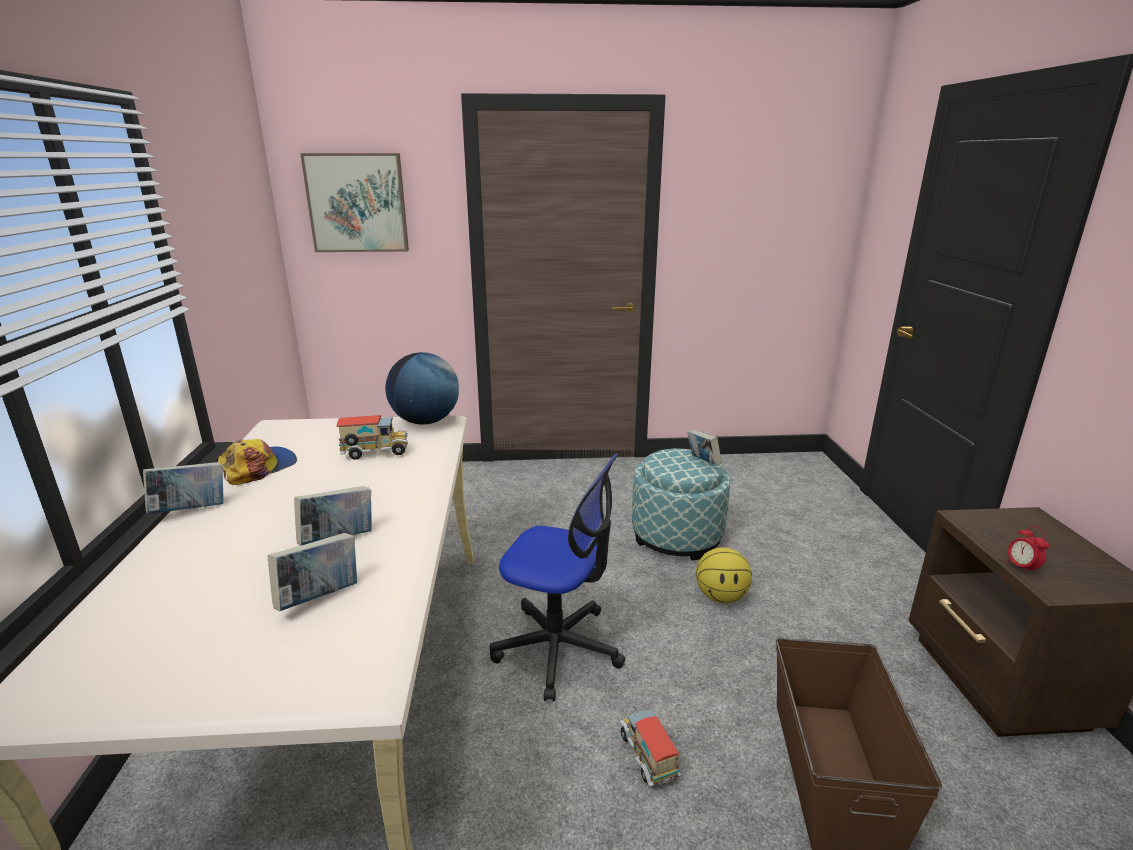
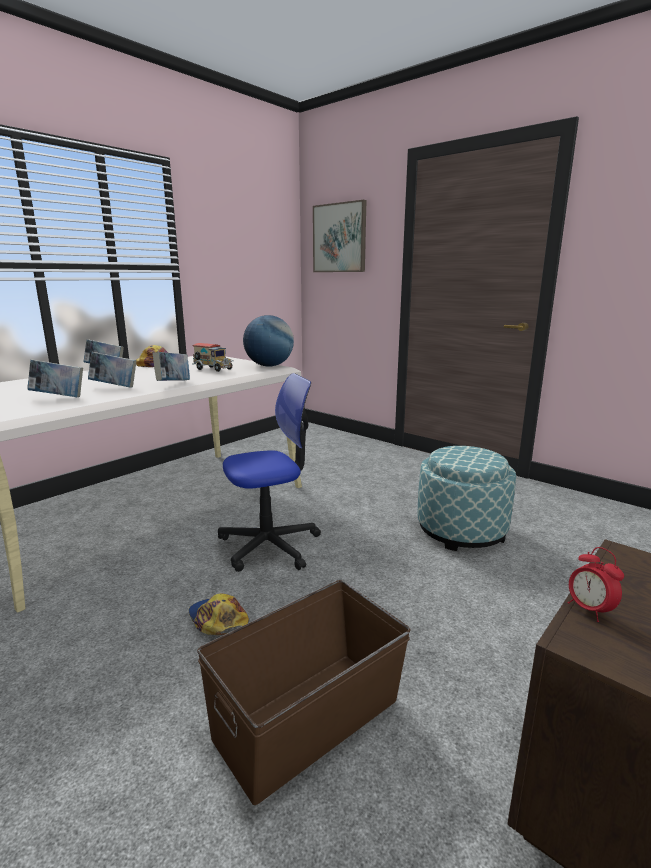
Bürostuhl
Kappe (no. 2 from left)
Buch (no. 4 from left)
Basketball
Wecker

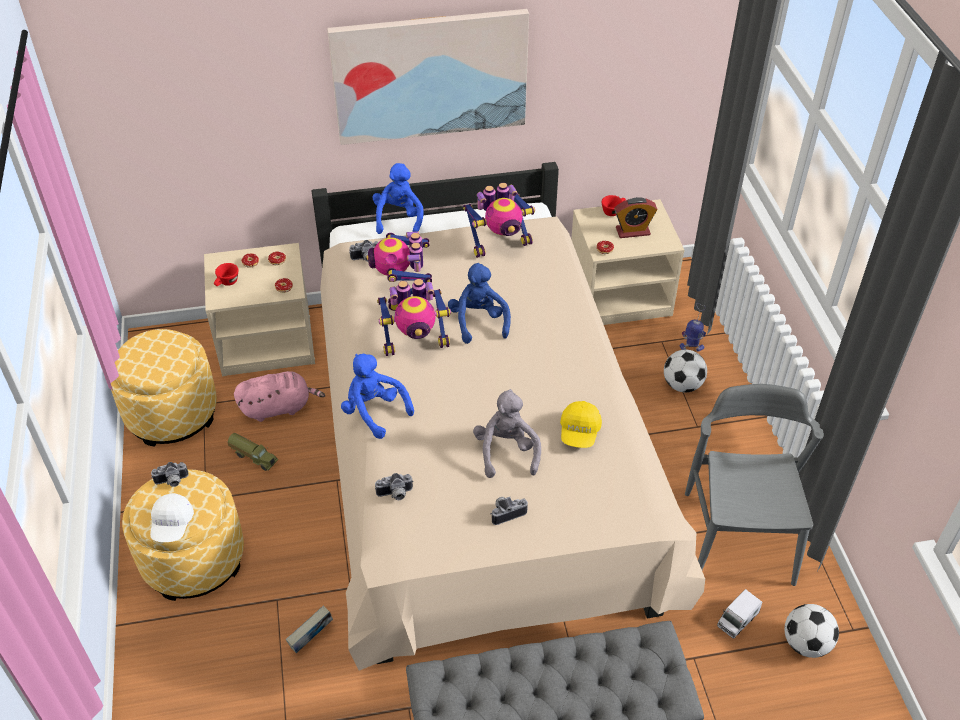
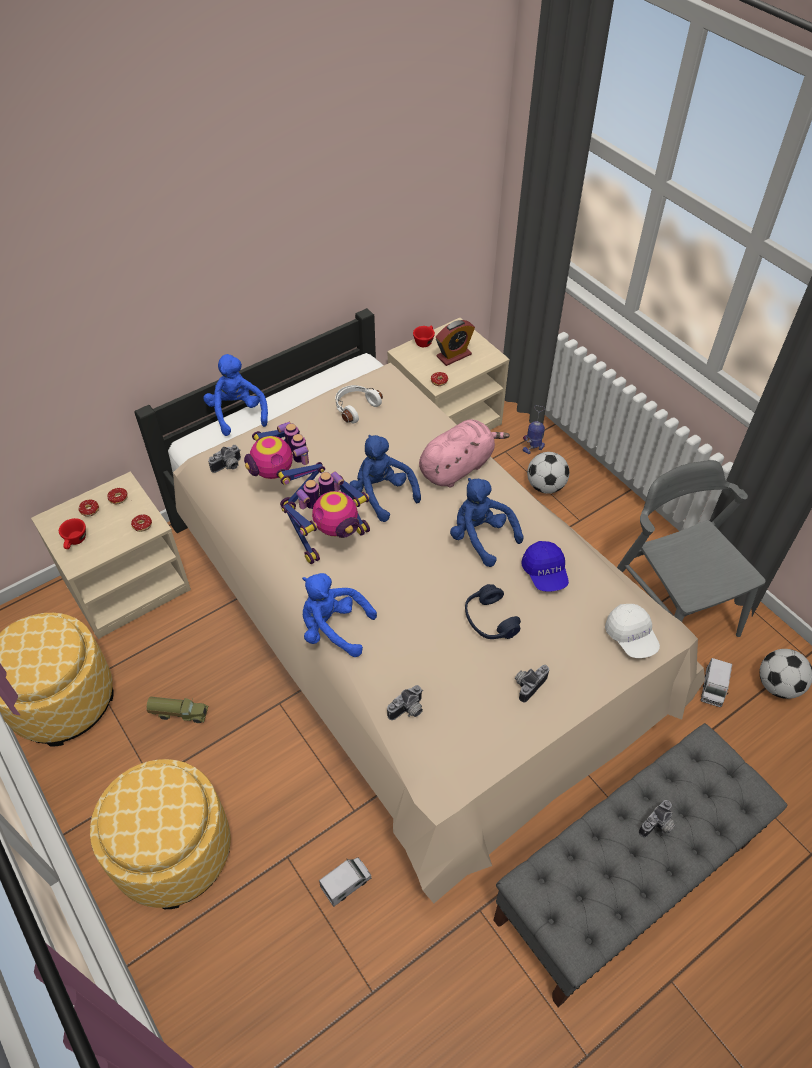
Kappe [weiß]
Kamera (no. 4 from left)
Plüschtier [rosa]
Spielzeuglaster (no. 2 from left)
Bild
Kopfhörer [weiß]
Kopfhörer [blau]
Kappe [blau]
Plüschtier [blau] (no. 4 from left)

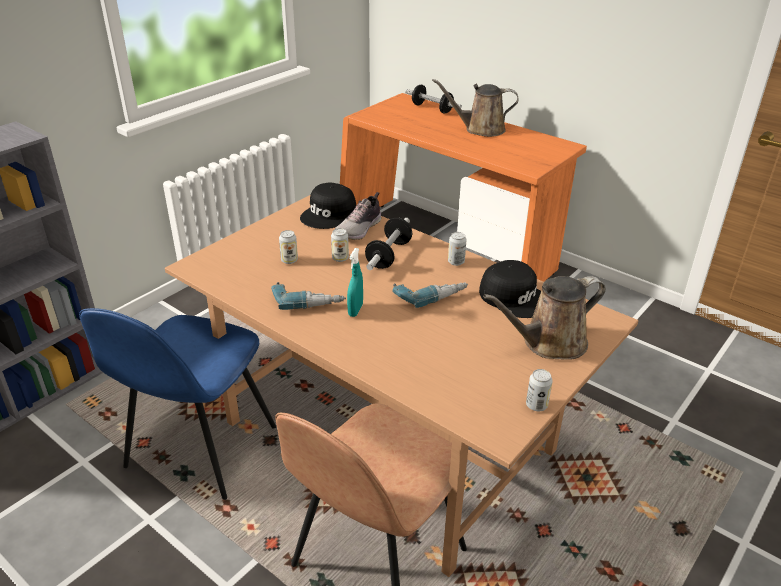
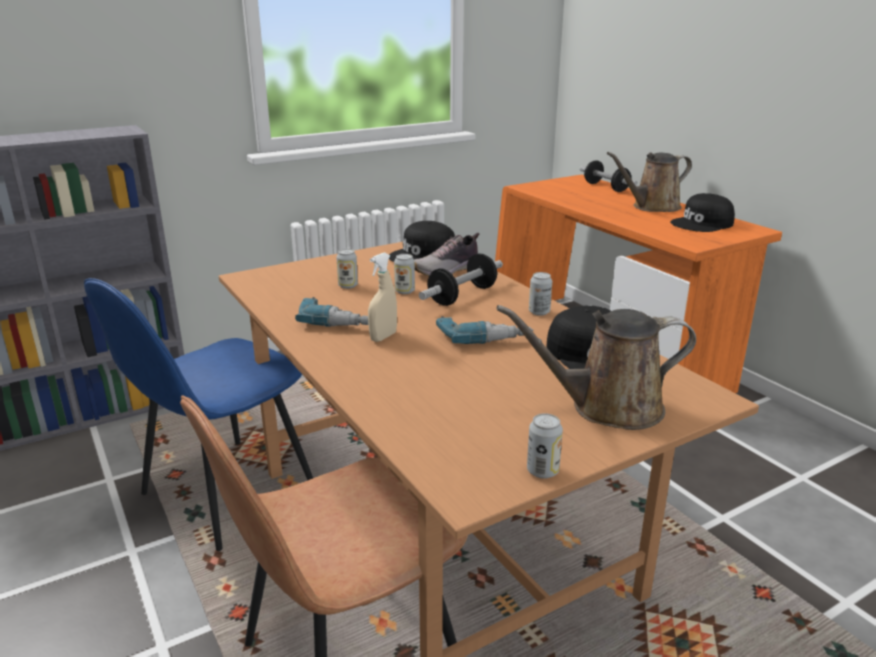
Sprühflasche [beige]
Gießkanne [braun] (no. 2 from left)
Kappe [schwarz] (no. 3 from left)

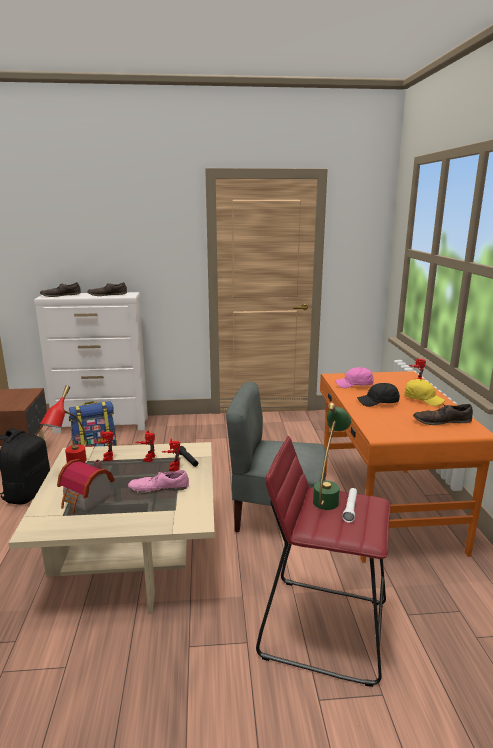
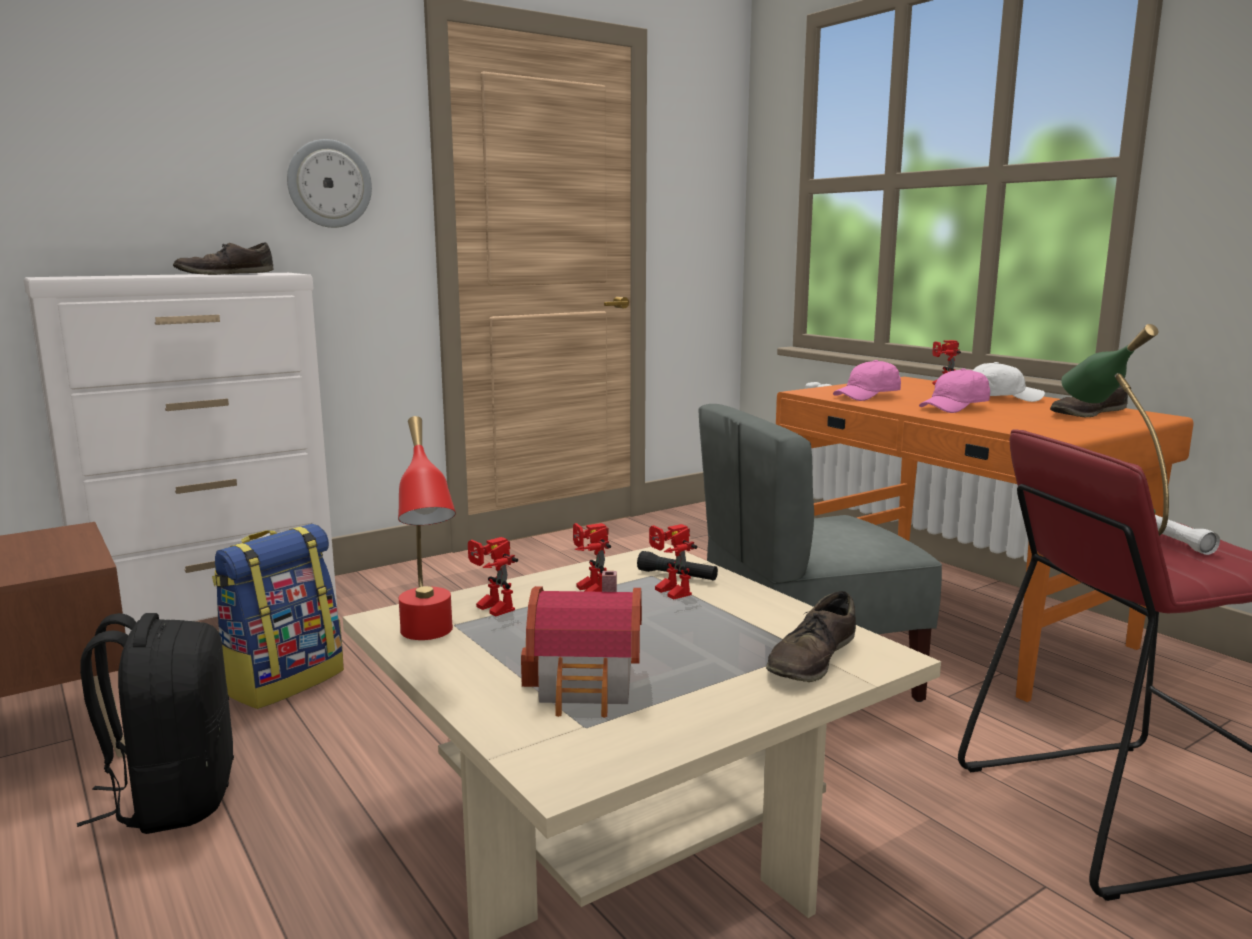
Schuh [braun] (no. 2 from left)
Schuh [rosa]
Kappe [rosa] (no. 2 from left)
Kappe [weiß]
Wanduhr

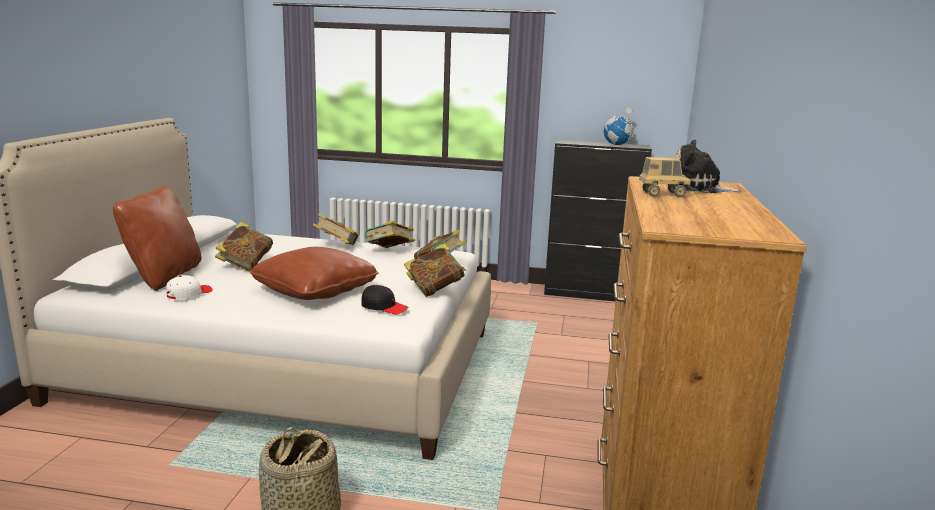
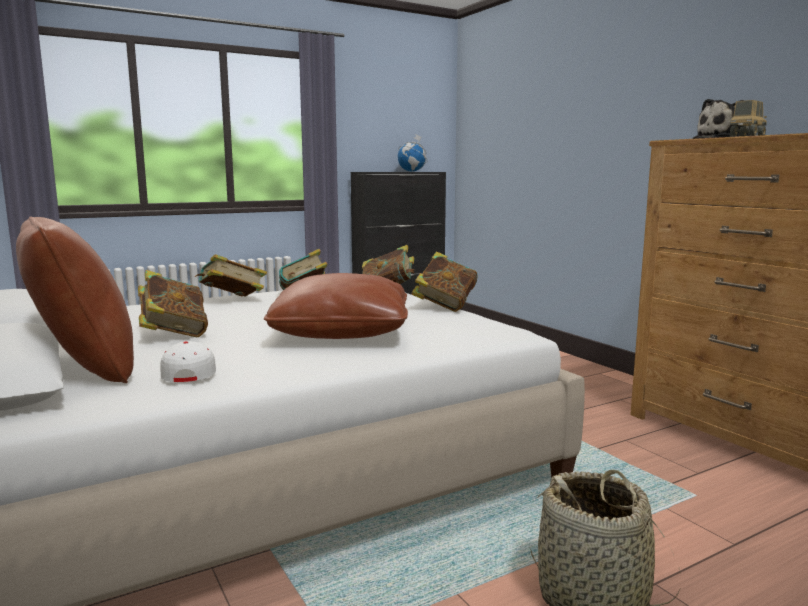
Kappe [schwarz]

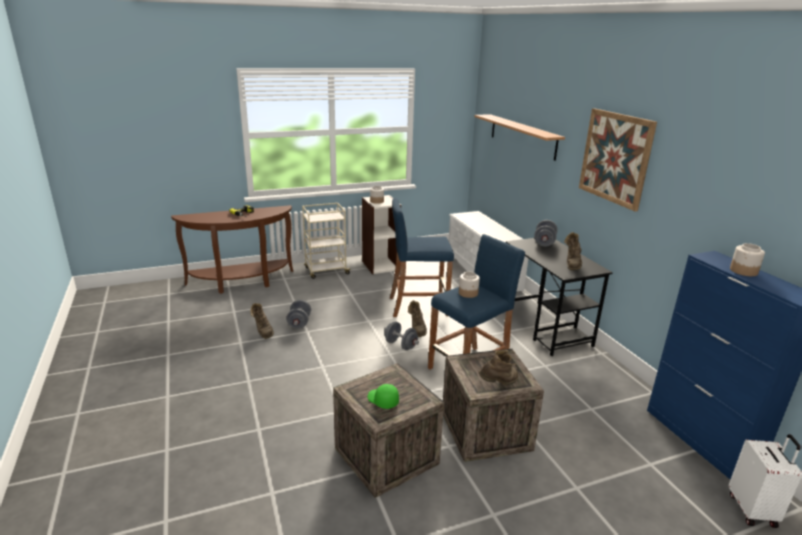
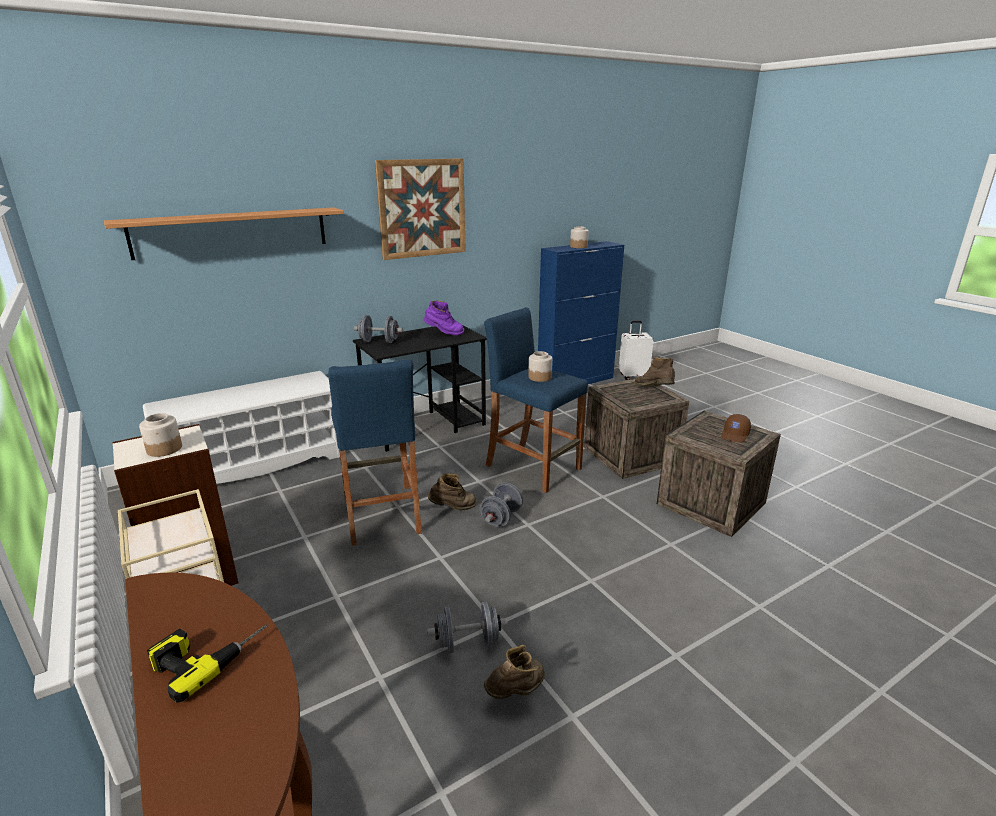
Kappe [braun]
Stiefel [lila]

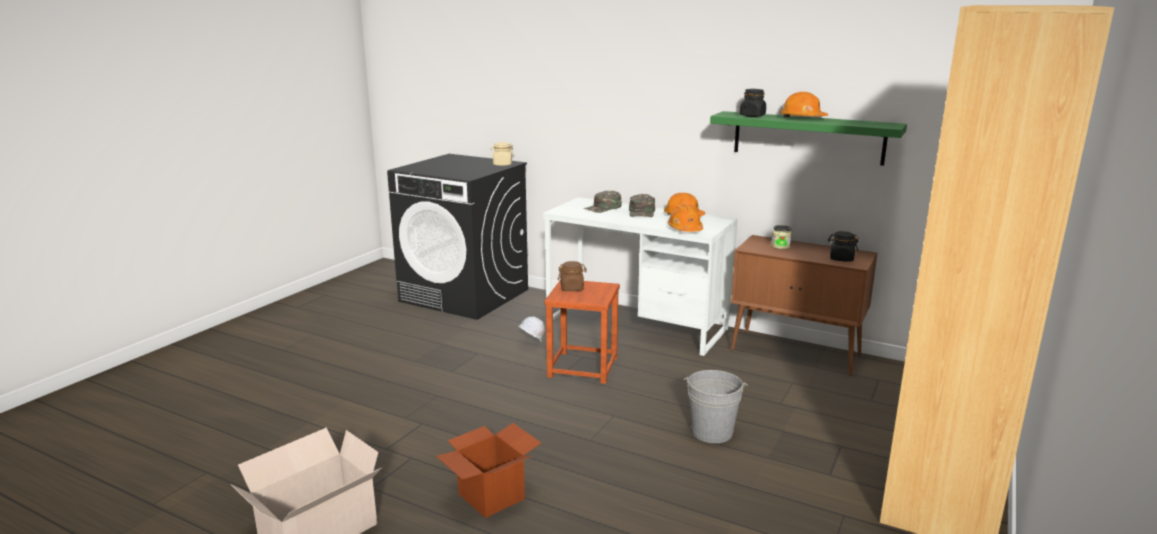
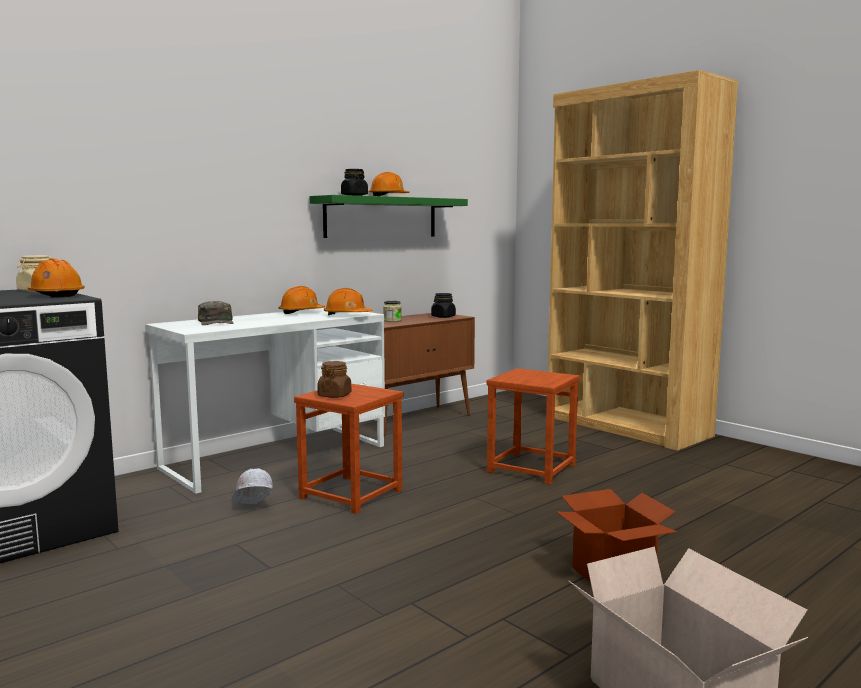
Kappe [grün] (no. 2 from left in the first image)
Hocker [braun] (no. 2 from left)
Schutzhelm [orange] (no. 1 from left)

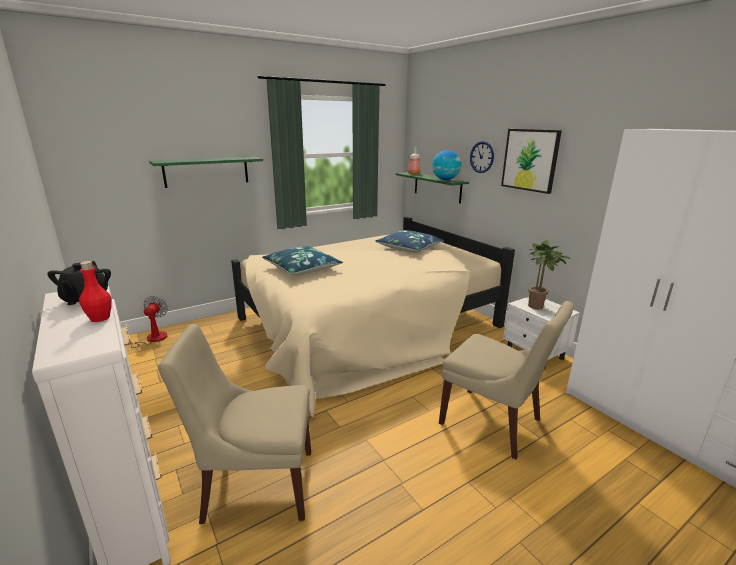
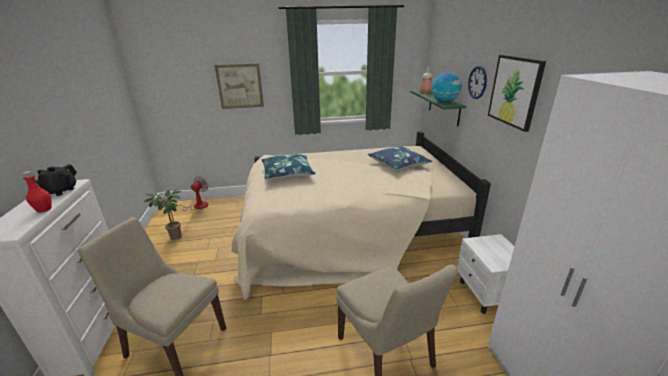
Bild (no. 1 from left)
Topfpflanze

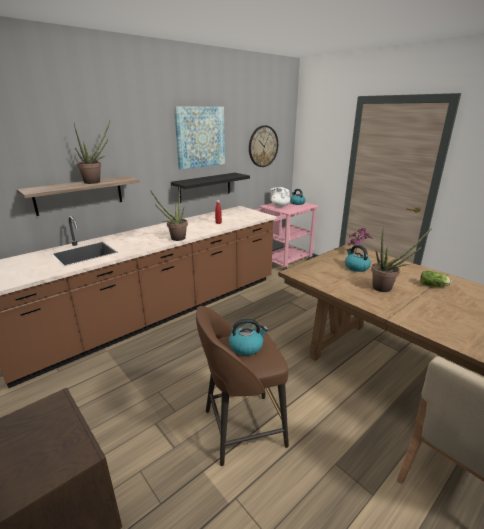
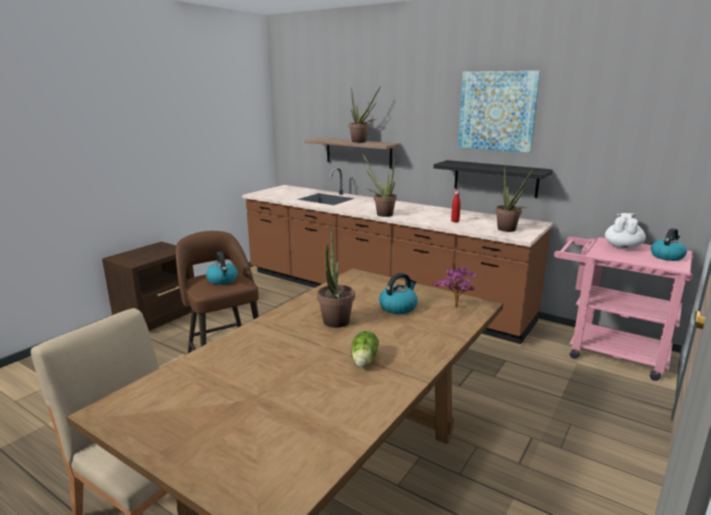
Wanduhr
Topfpflanze (no. 5 from left)

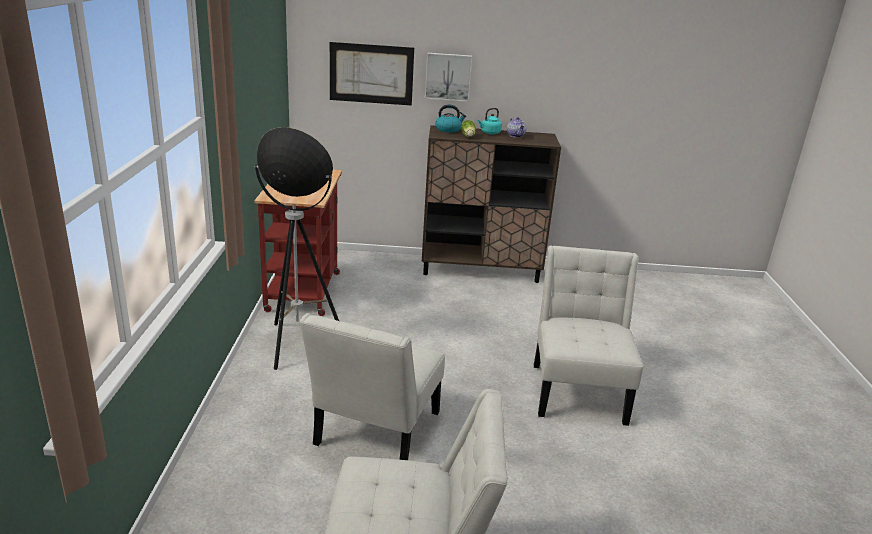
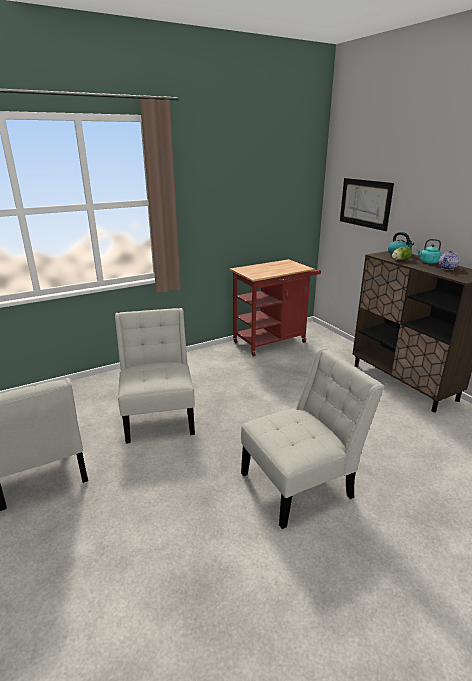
Stehlampe
Stuhl [weiß] (no. 2 from left)
Bild (no. 2 from left in the first image)

